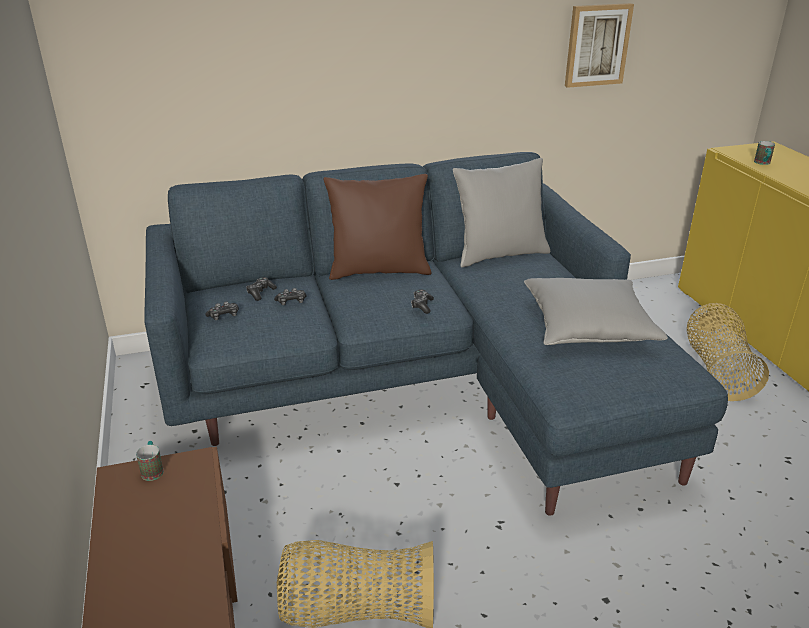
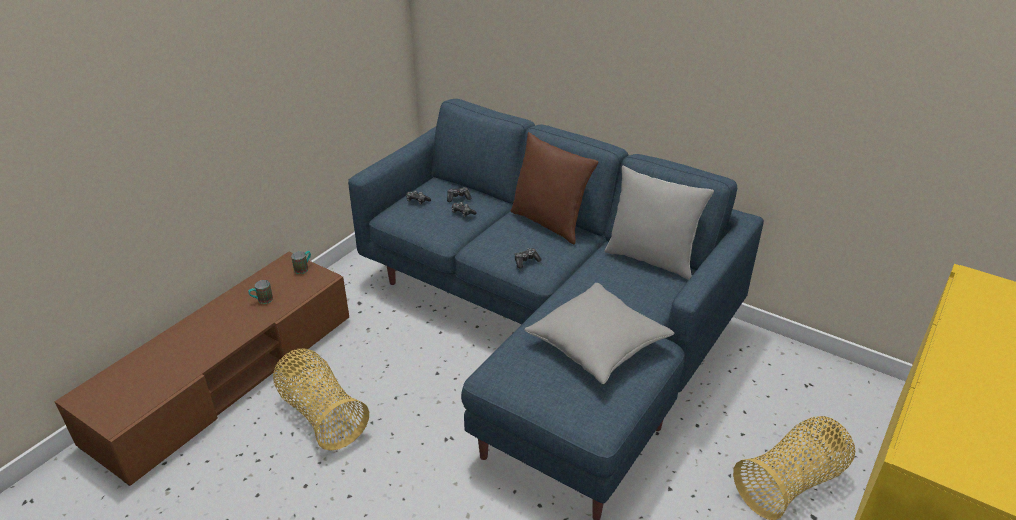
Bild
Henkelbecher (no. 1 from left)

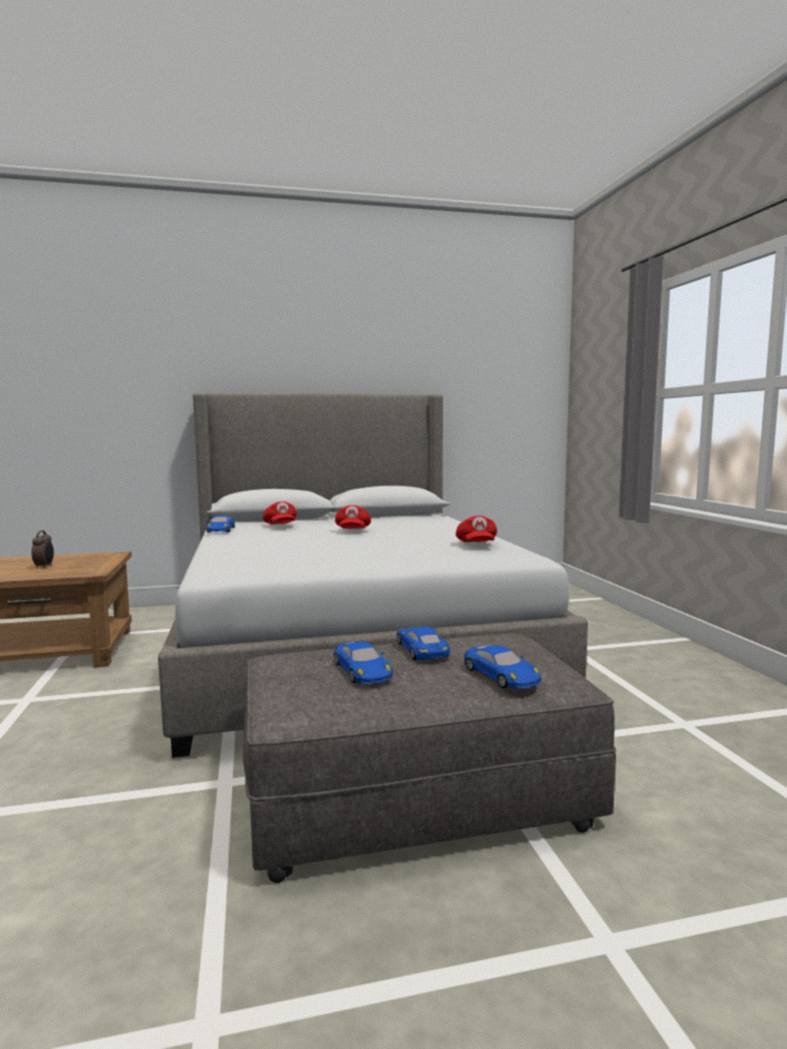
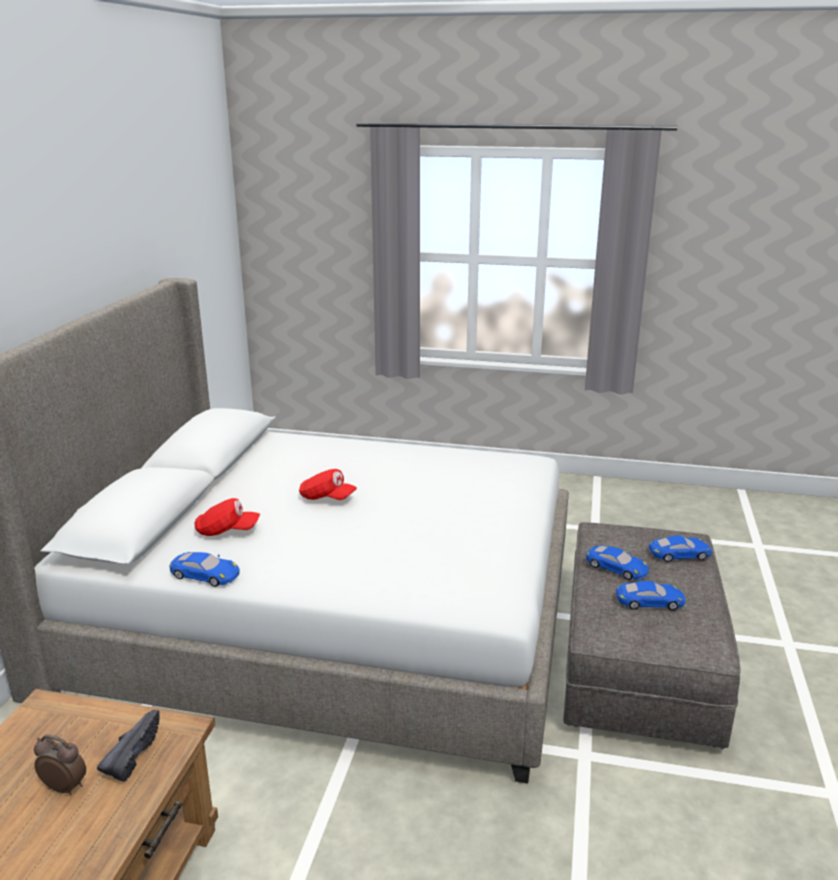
Spielzeugauto [blau] (no. 2 from left)
Kappe [rot] (no. 3 from left in the first image)
Schuh [schwarz]

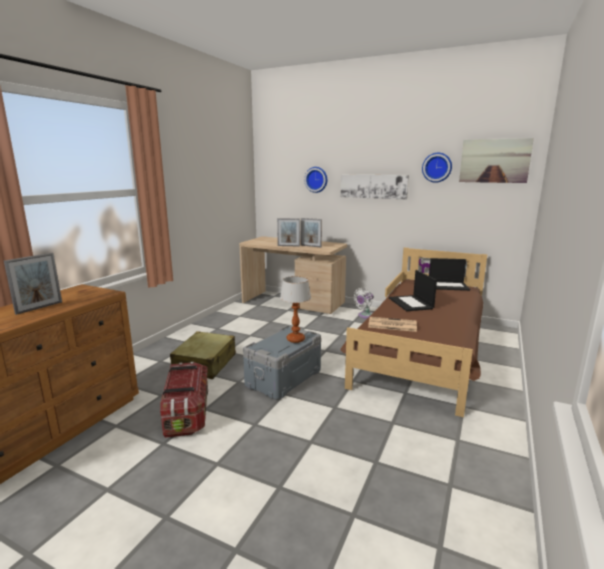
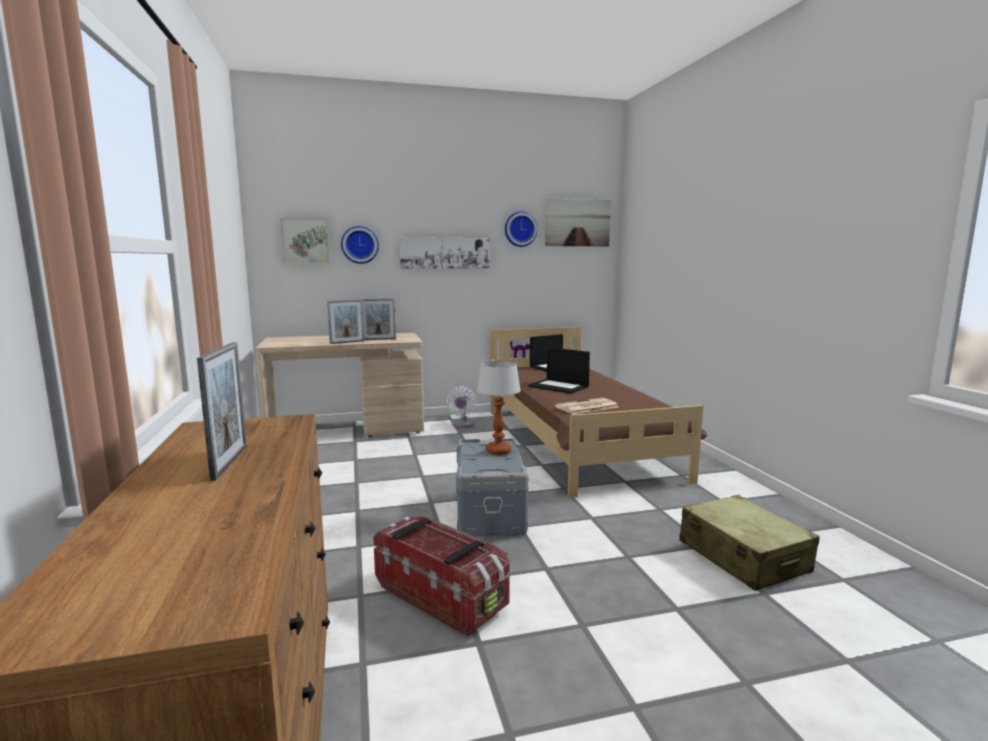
Koffer [beige]
Bild (no. 1 from left)

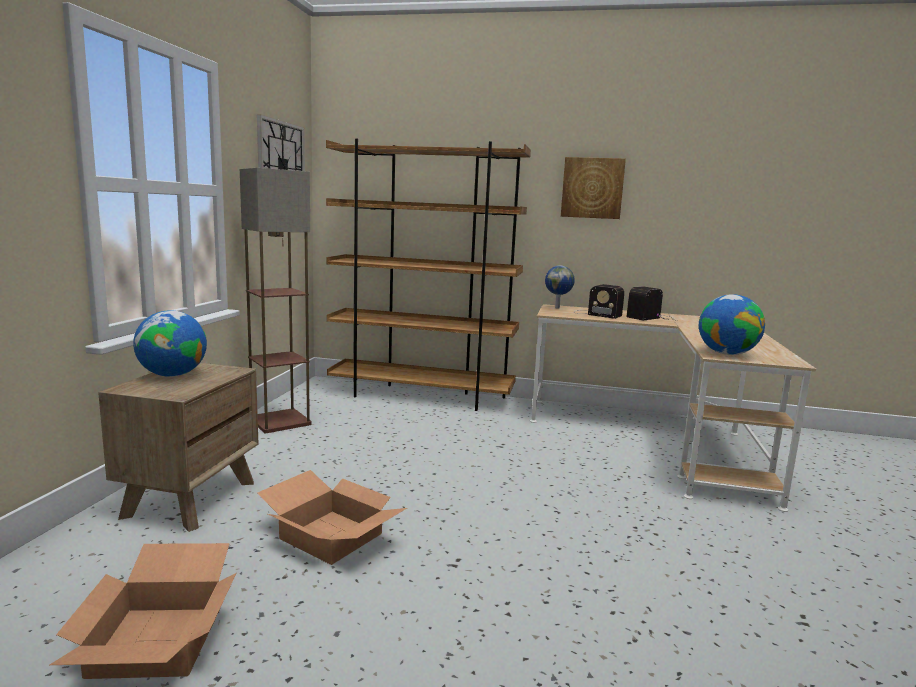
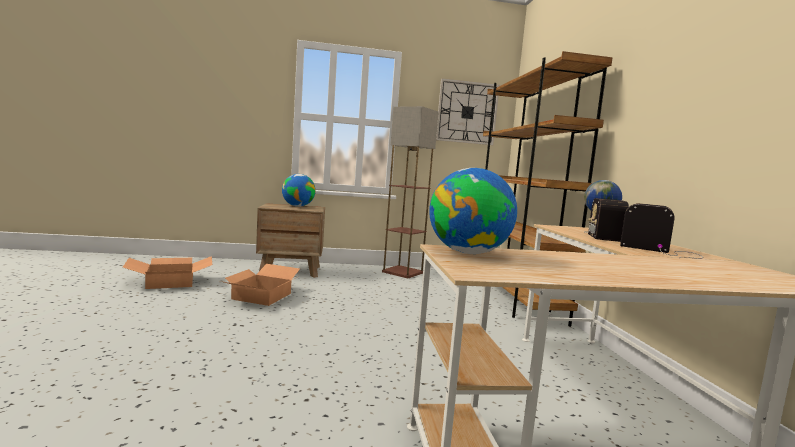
Bild

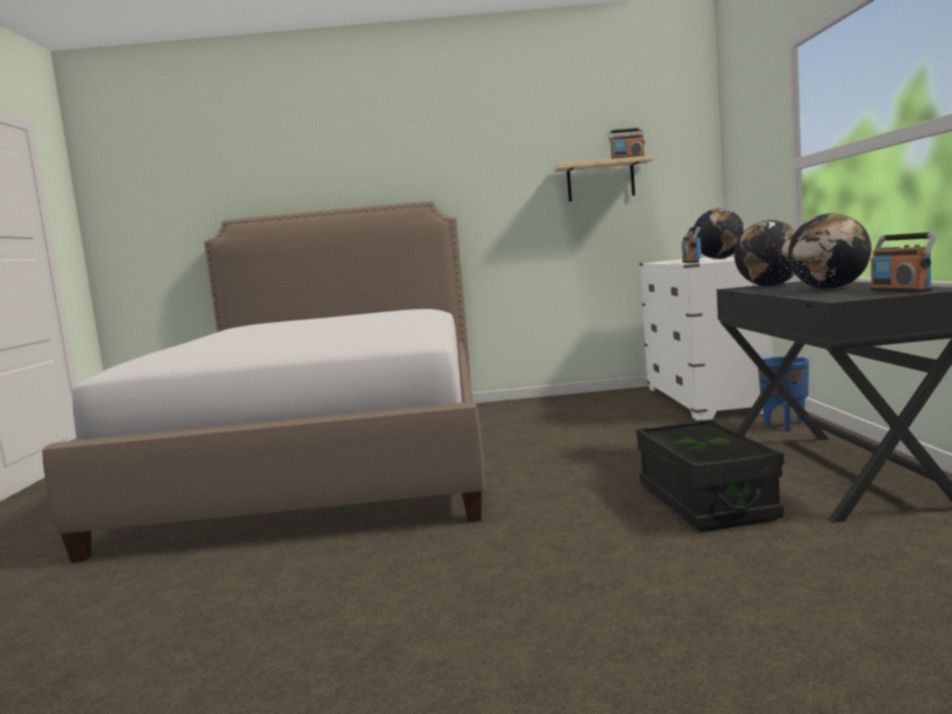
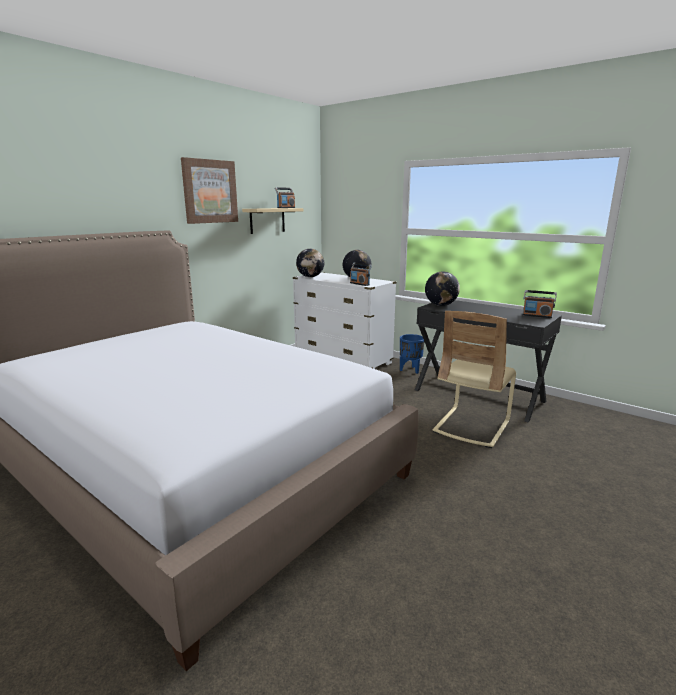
Stuhl [beige]
Globus (no. 1 from left)
Bild

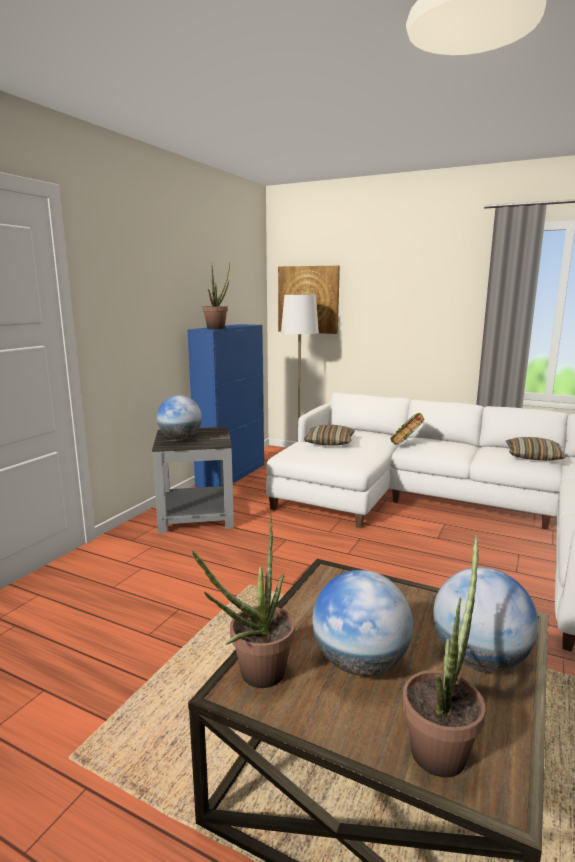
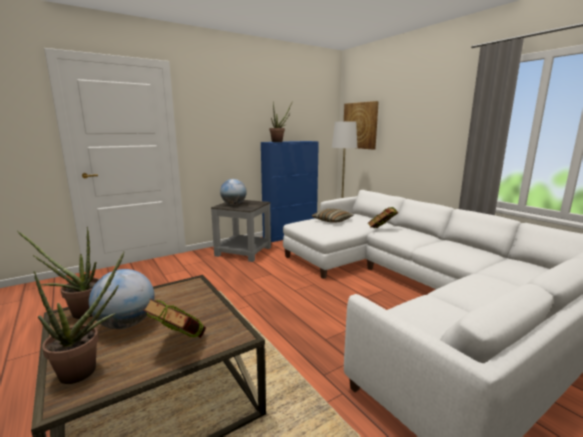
Buch (no. 1 from left)
Kissen (no. 2 from left in the first image)

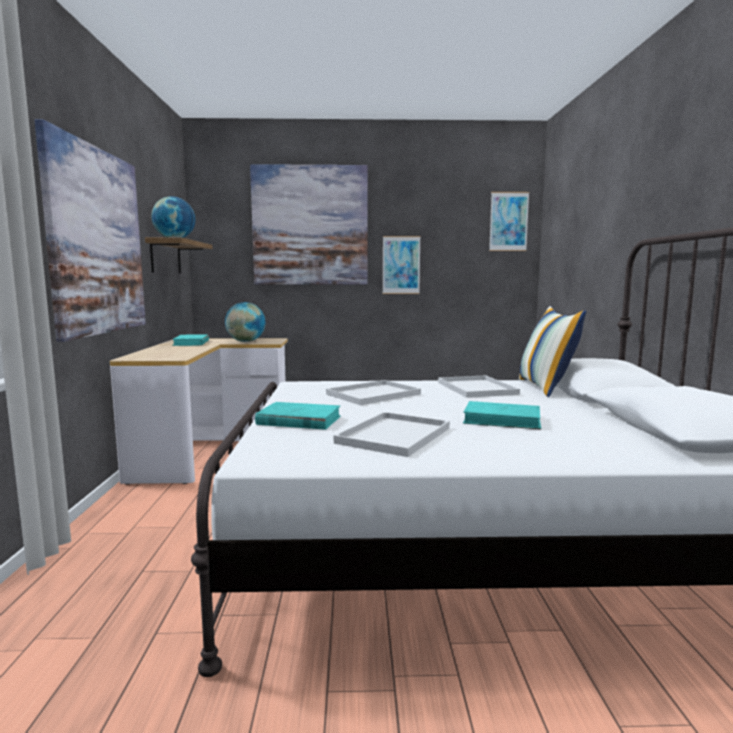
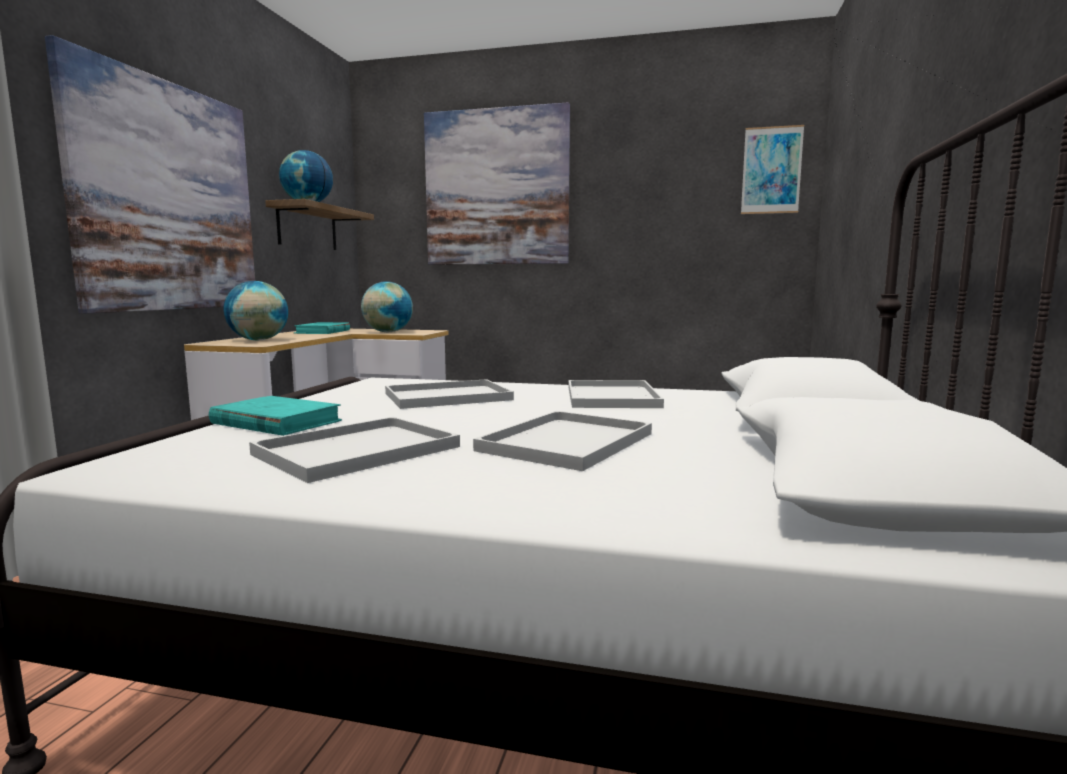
Bild (no. 3 from left in the first image)
Tablett [weiß] (no. 3 from left)
Kissen
Globus (no. 1 from left)

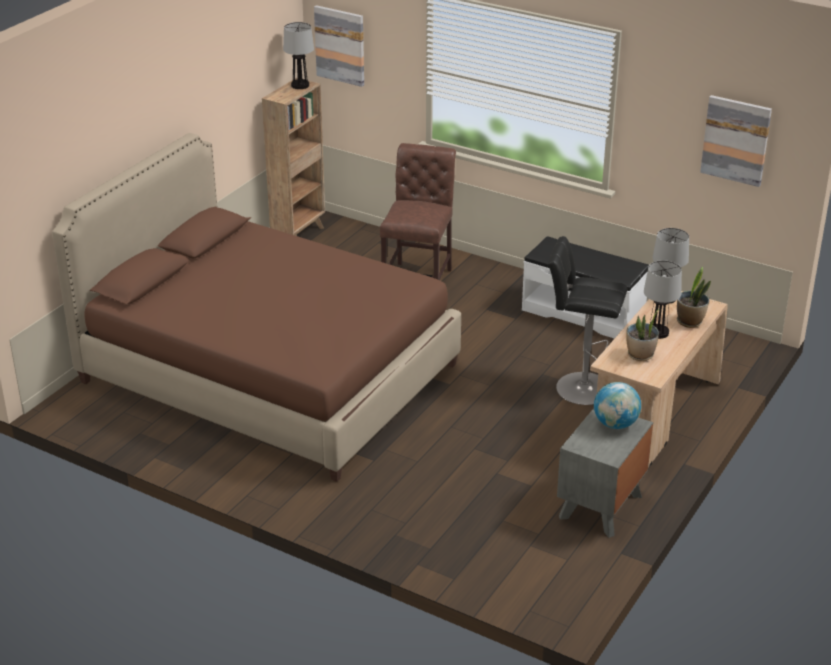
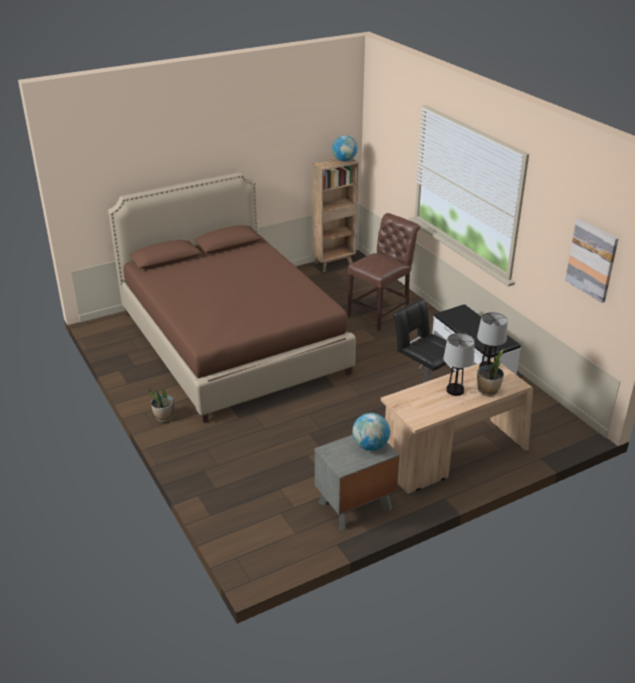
Globus (no. 1 from left)
Bild (no. 1 from left in the first image)
Topfpflanze (no. 1 from left)

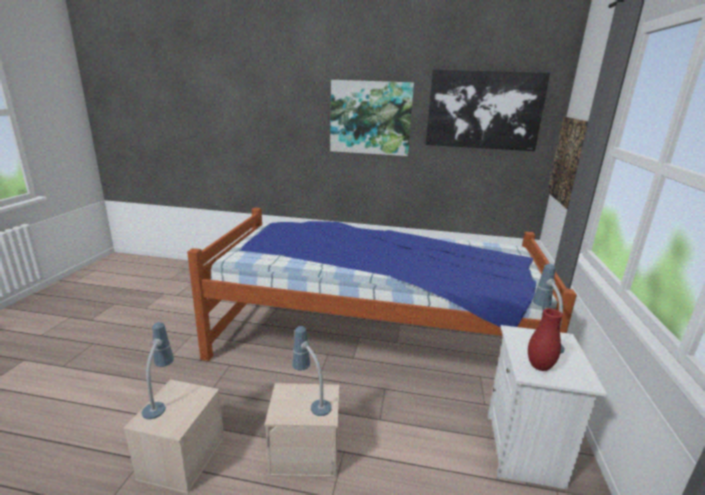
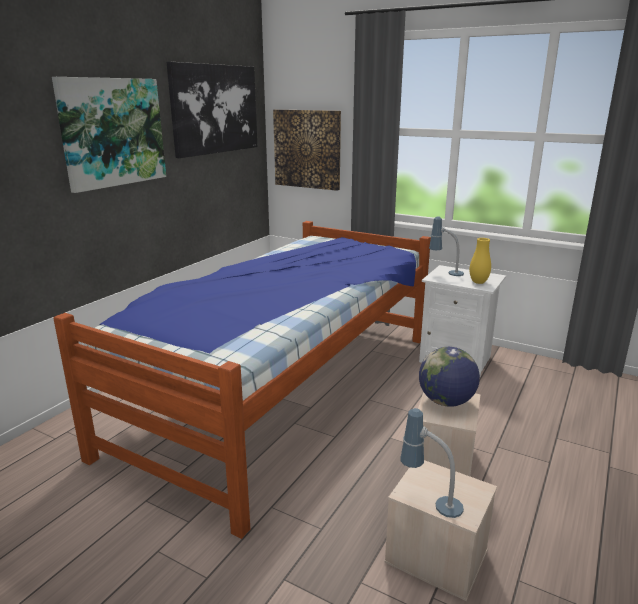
Globus
Vase [gelb]

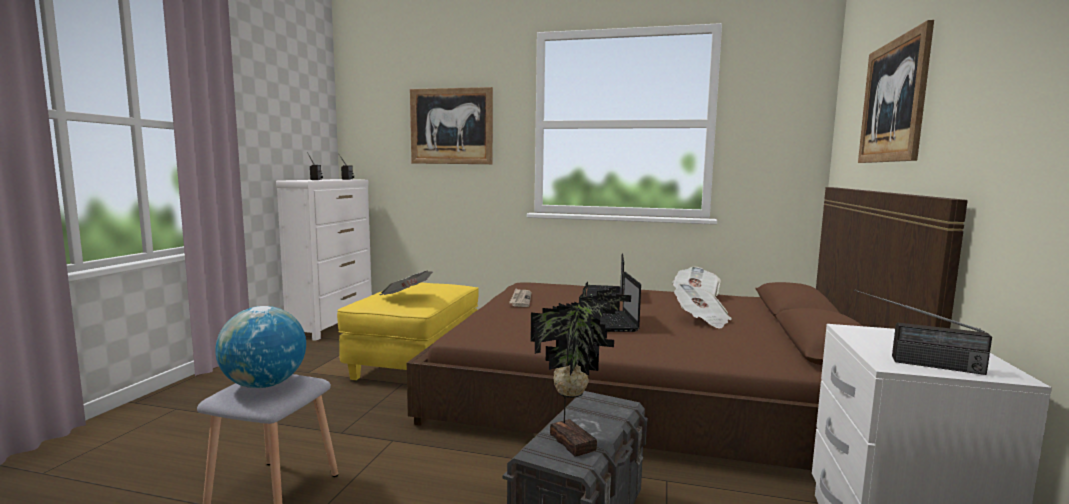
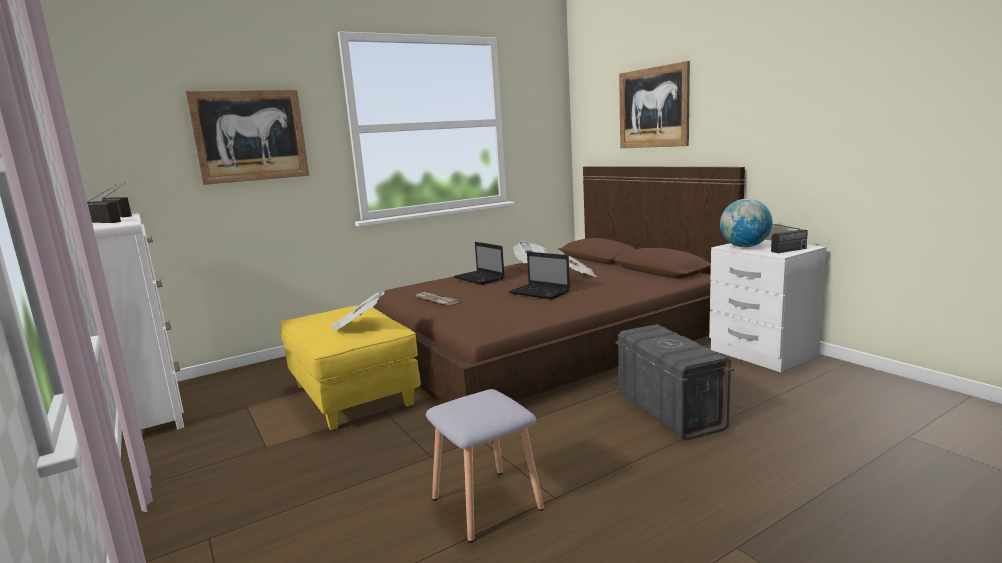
Globus
Topfpflanze

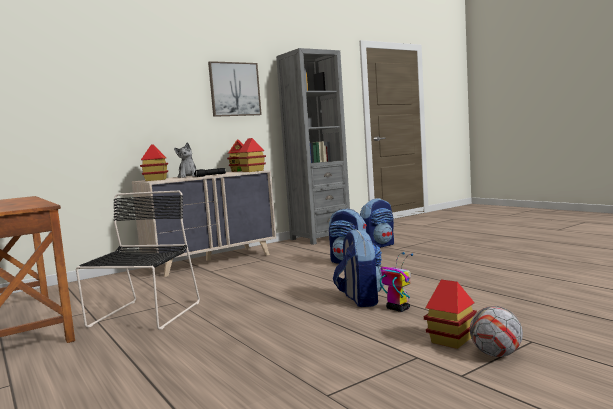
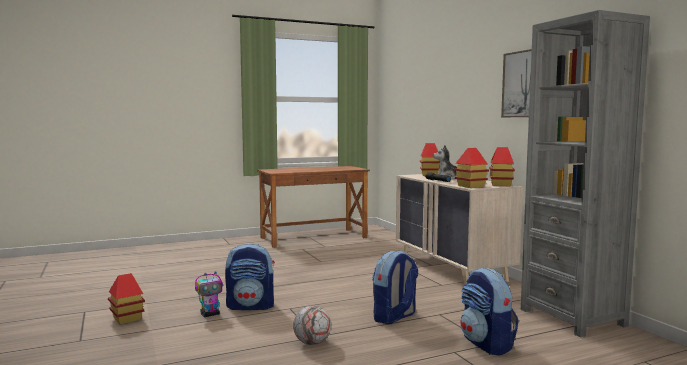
Stuhl [schwarz]
Fußball

